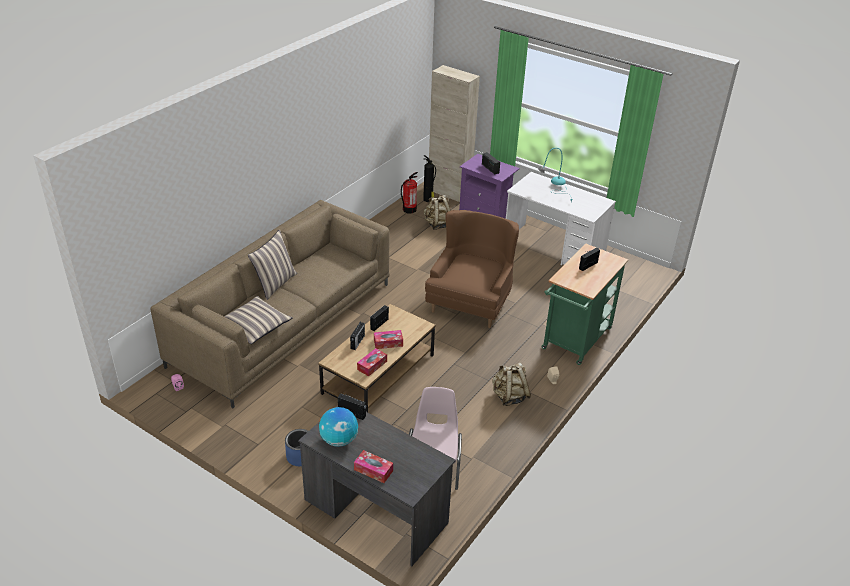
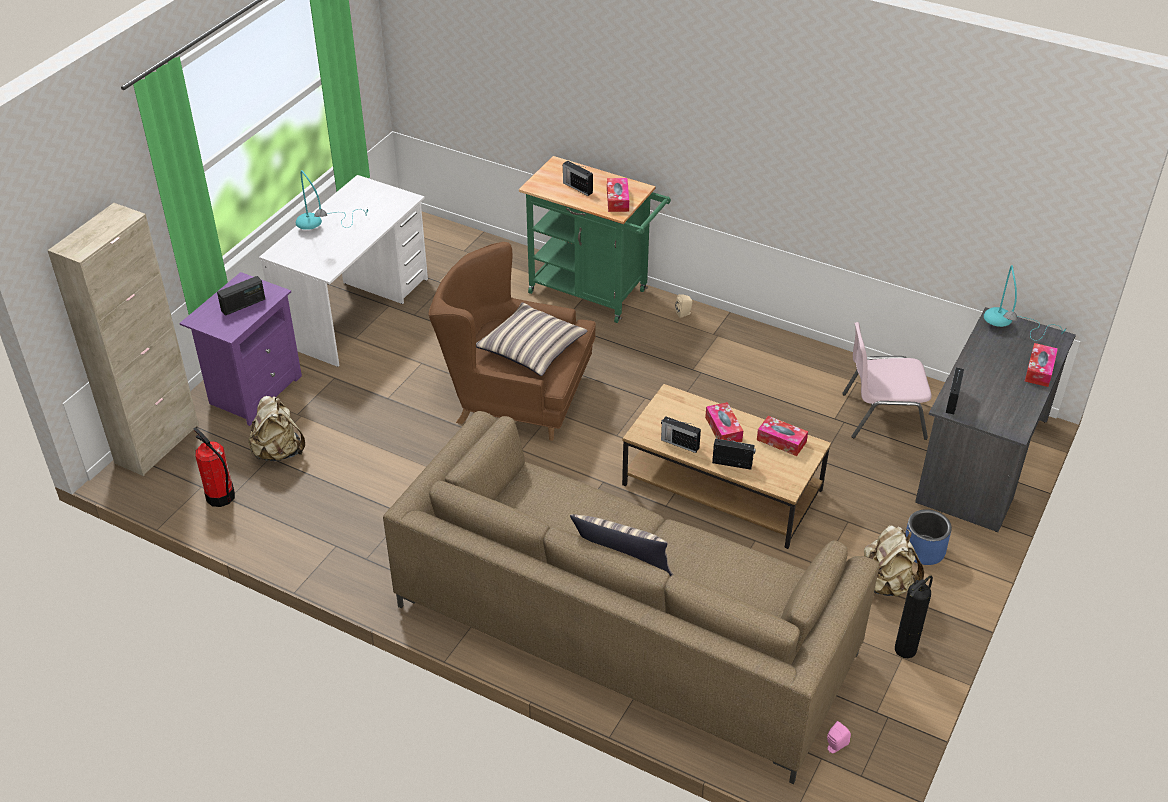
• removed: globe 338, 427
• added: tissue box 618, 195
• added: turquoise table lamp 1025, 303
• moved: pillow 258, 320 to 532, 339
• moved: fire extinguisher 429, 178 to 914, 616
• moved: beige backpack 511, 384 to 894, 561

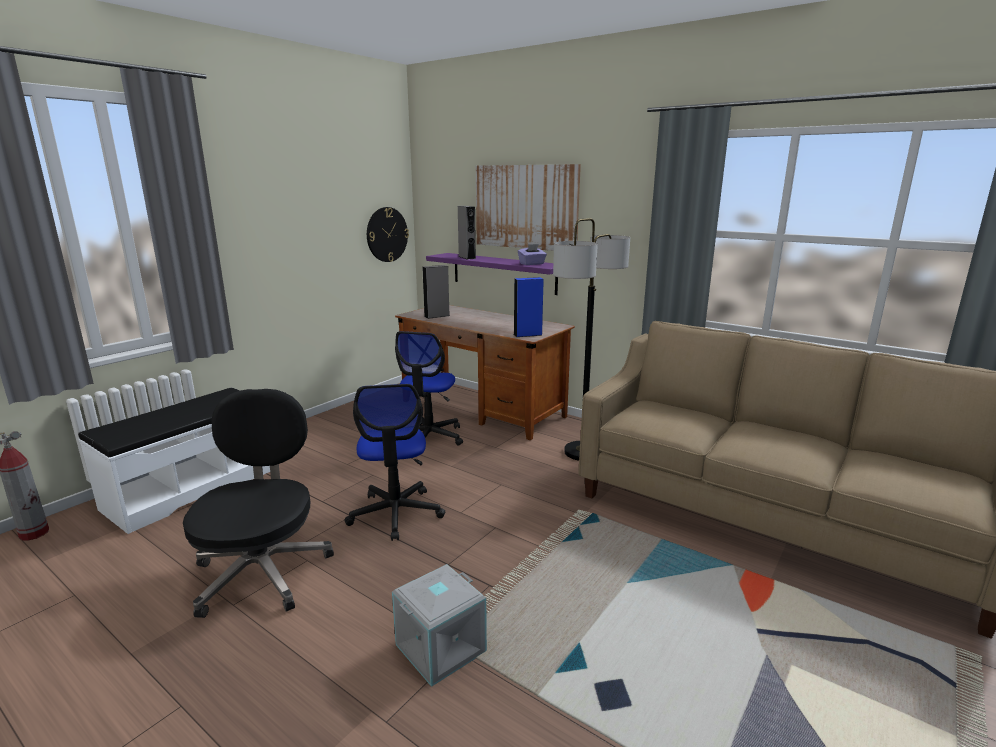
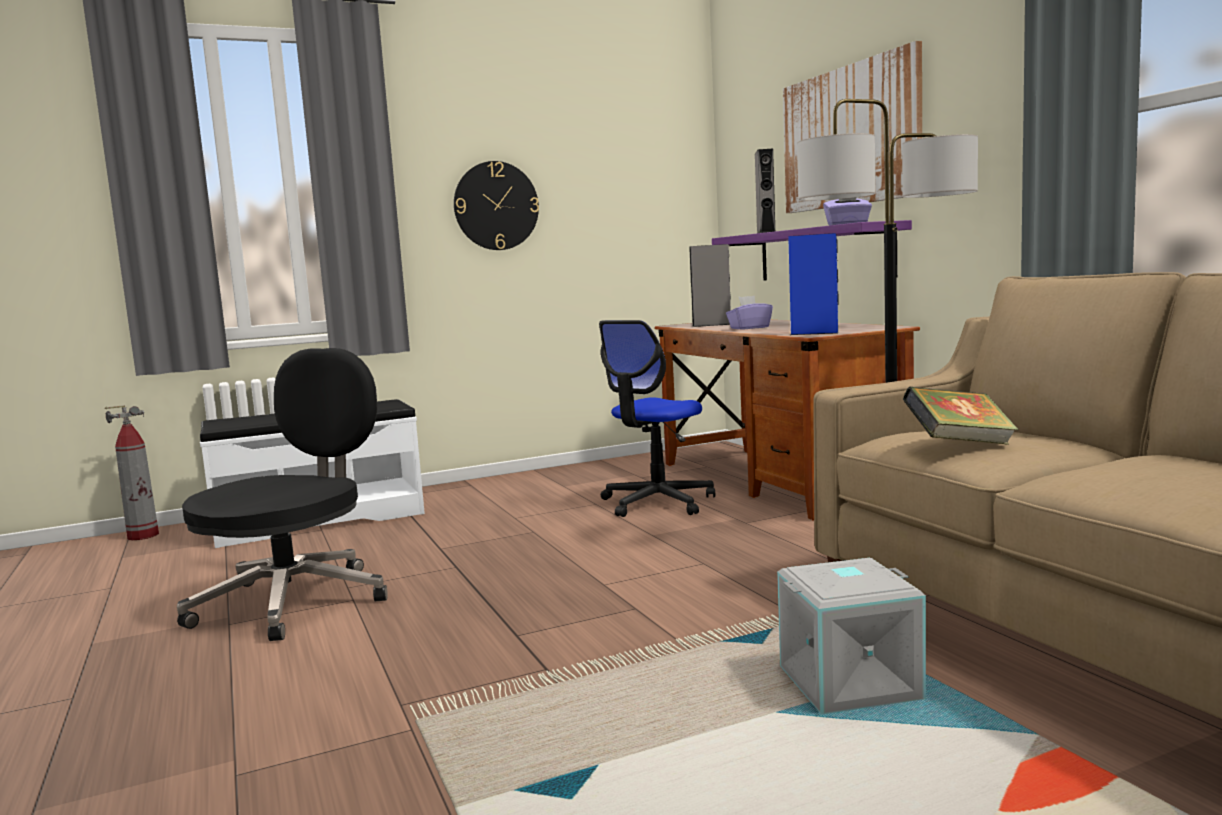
• removed: office chair 394, 462
• added: purple tissue box 749, 312
• added: book 960, 416
• moved: wall clock 388, 234 to 496, 205
• moved: grey storage box 439, 625 to 851, 636

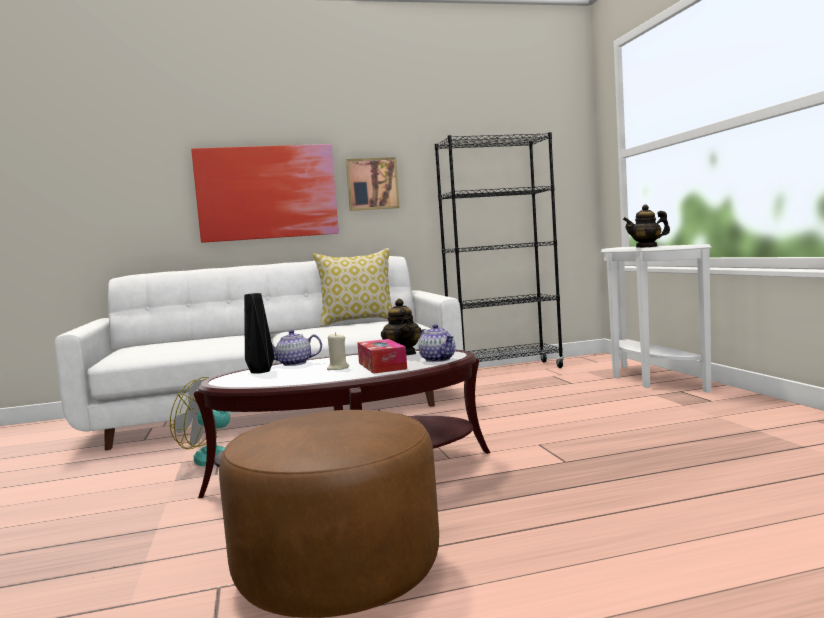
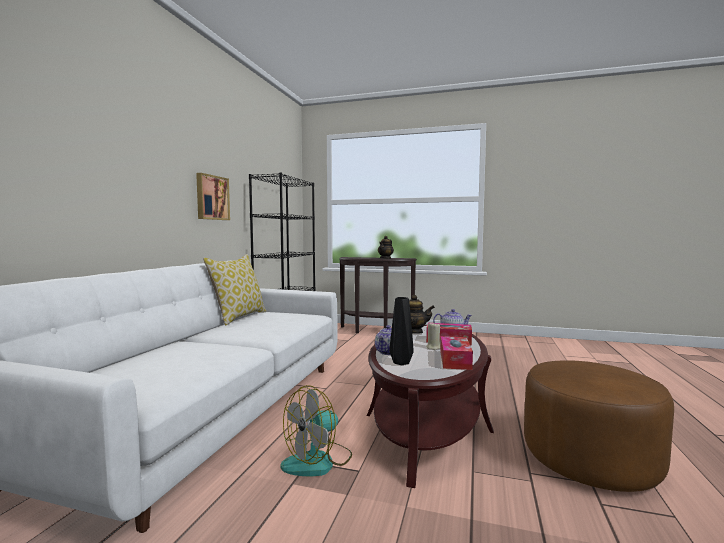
• removed: picture 265, 193
• added: tissue box 456, 353
• recoloured: white console table 656, 318 to brown console table 378, 295

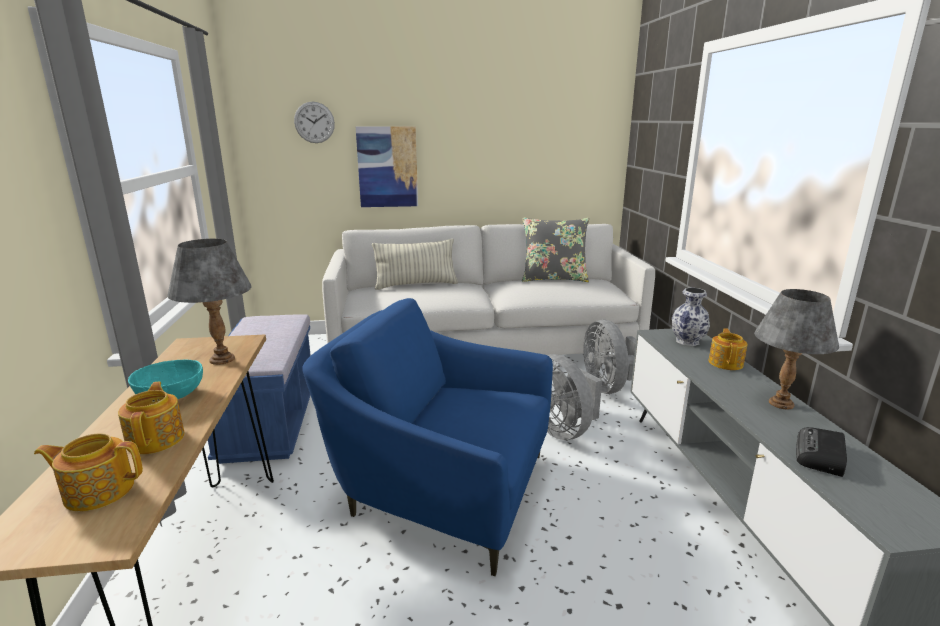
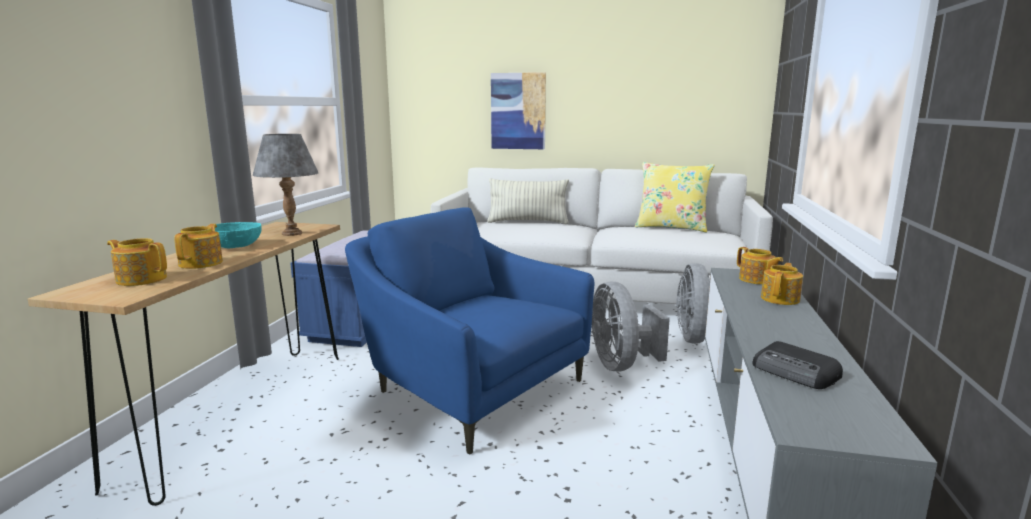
• removed: wall clock 314, 122
• removed: grey table lamp 796, 349
• replaced: vase 691, 317 to teapot 760, 265
• recoloured: grey pillow 555, 250 to yellow pillow 674, 197
• turned: radio 821, 452 = 797, 365 90 degrees counterclockwise

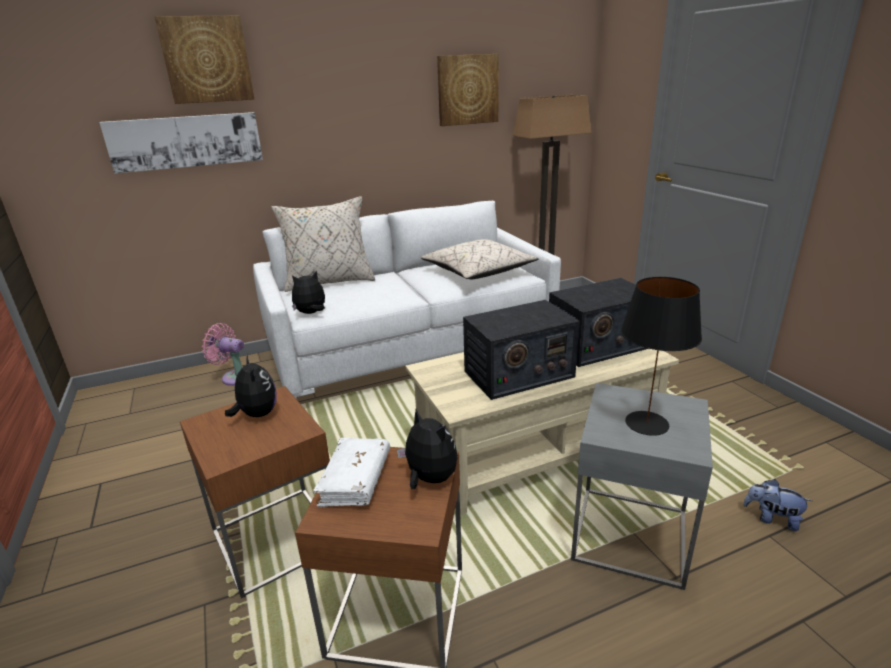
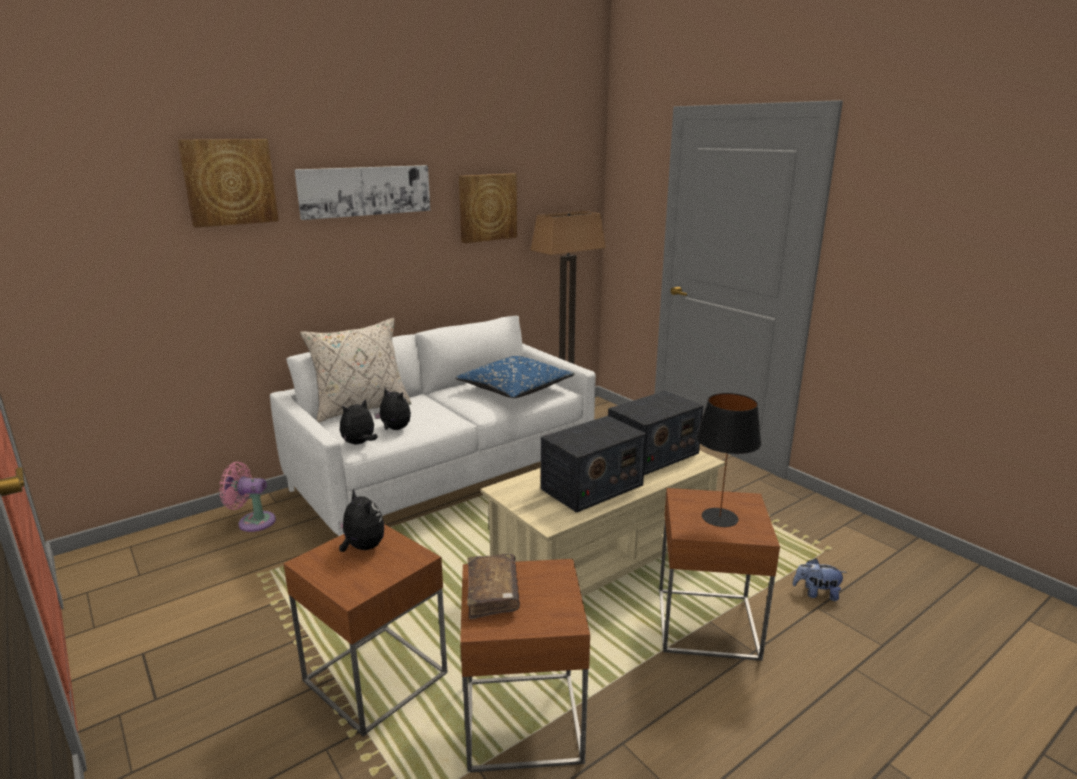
• moved: picture 181, 143 to 362, 192
• moved: plush toy 427, 449 to 392, 409
• recoloured: white book 351, 472 to brown book 493, 586
• recoloured: beige pillow 480, 259 to blue pillow 515, 377
• recoloured: grey side table 642, 486 to brown side table 719, 574

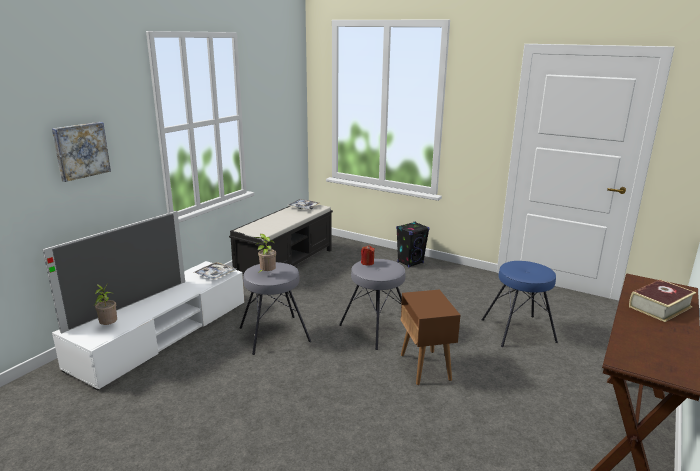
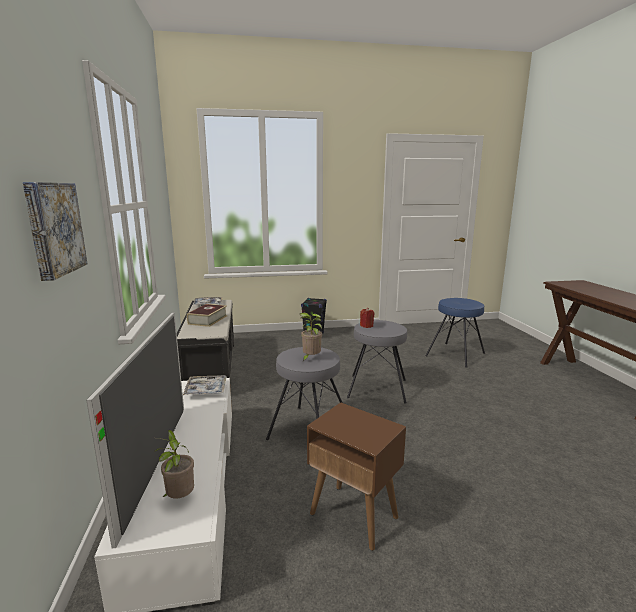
• moved: brown side table 430, 337 to 356, 476
• moved: book 662, 300 to 207, 315

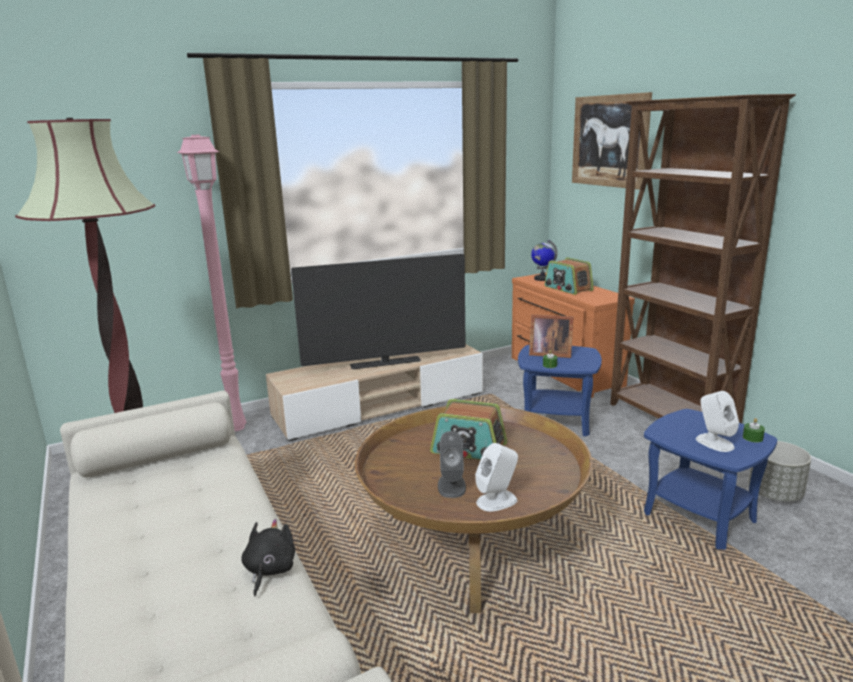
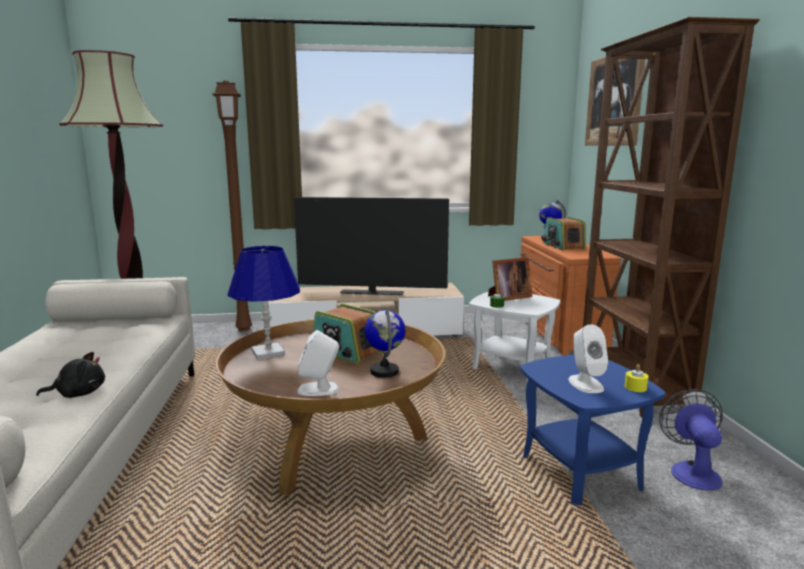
• removed: grey speaker 452, 464
• added: blue table lamp 264, 303
• added: globe 385, 343
• replaced: grey planter 780, 471 to fan 691, 440
• recoloured: pink floor lamp 211, 283 to brown floor lamp 232, 206
• recoloured: blue side table 560, 391 to white side table 514, 337
• recoloured: green candle 754, 430 to yellow candle 637, 378
• turned: black plush toy 268, 557 = 70, 375 45 degrees clockwise
• turned: picture frame 551, 336 = 510, 279 60 degrees counterclockwise

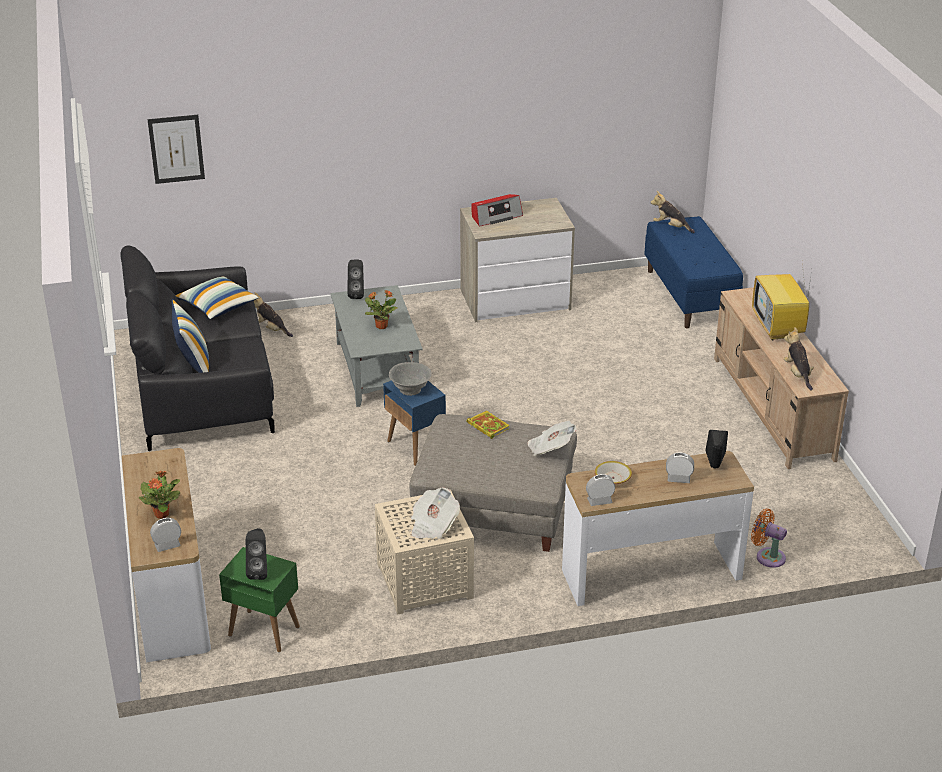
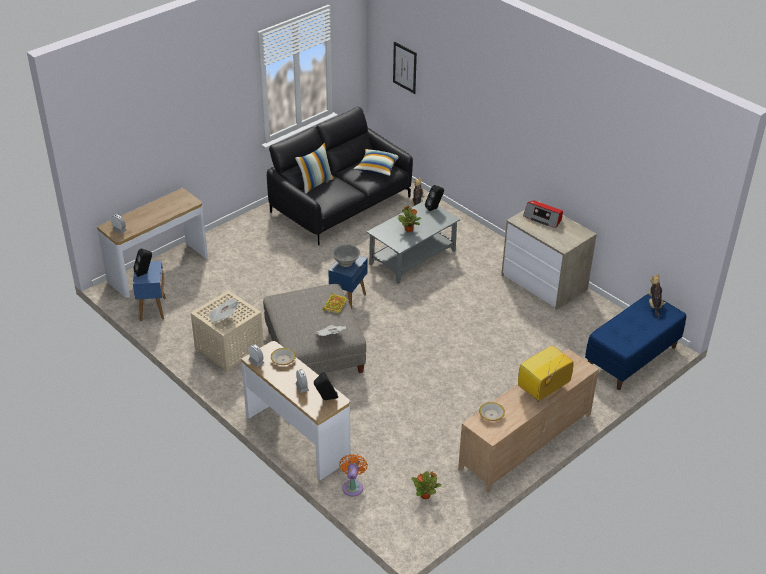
• moved: potted plant 159, 495 to 426, 485
• replaced: plush toy 799, 358 to bowl 492, 411
• recoloured: green side table 259, 599 to blue side table 149, 291

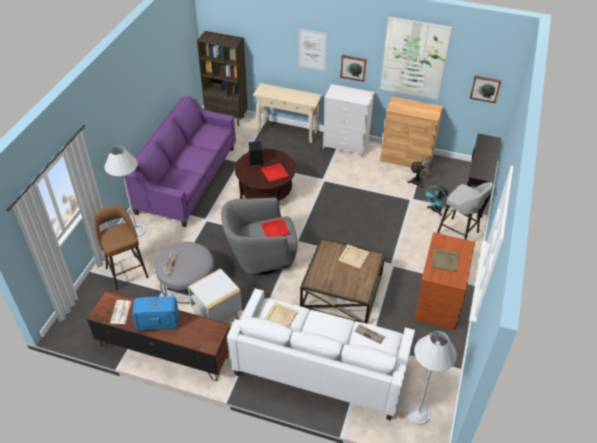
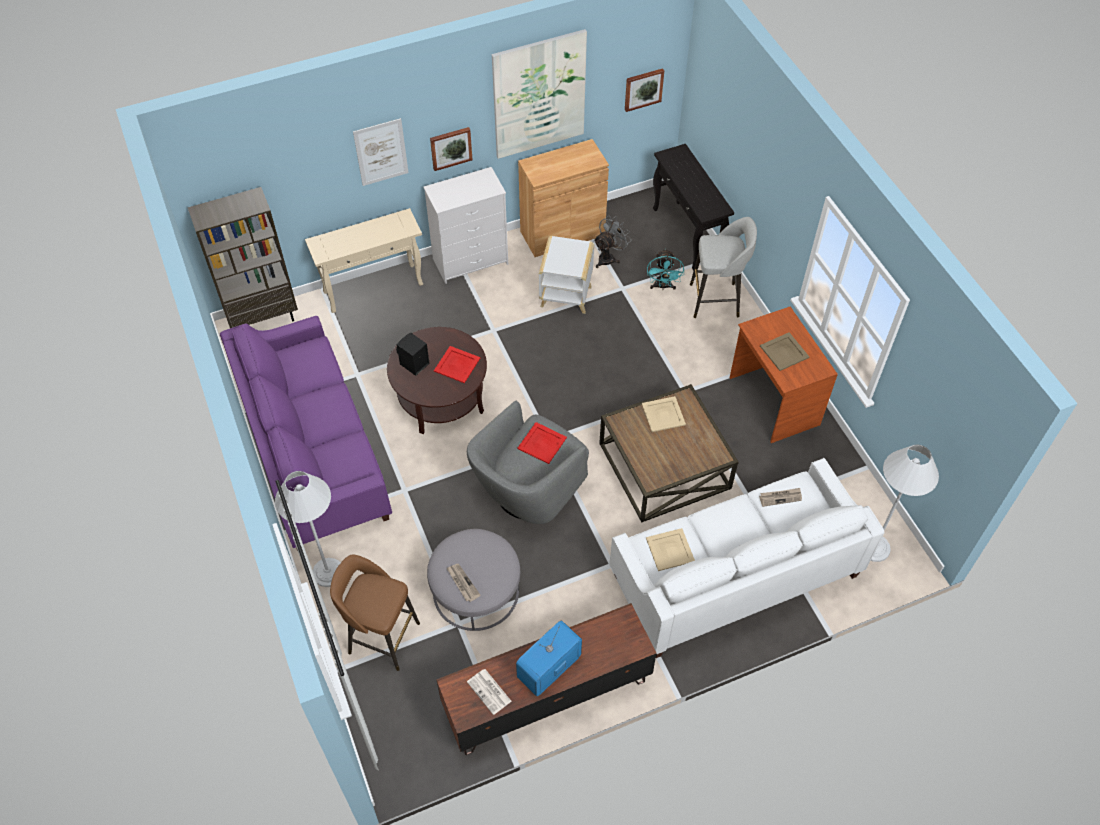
• moved: white side table 215, 295 to 566, 275

